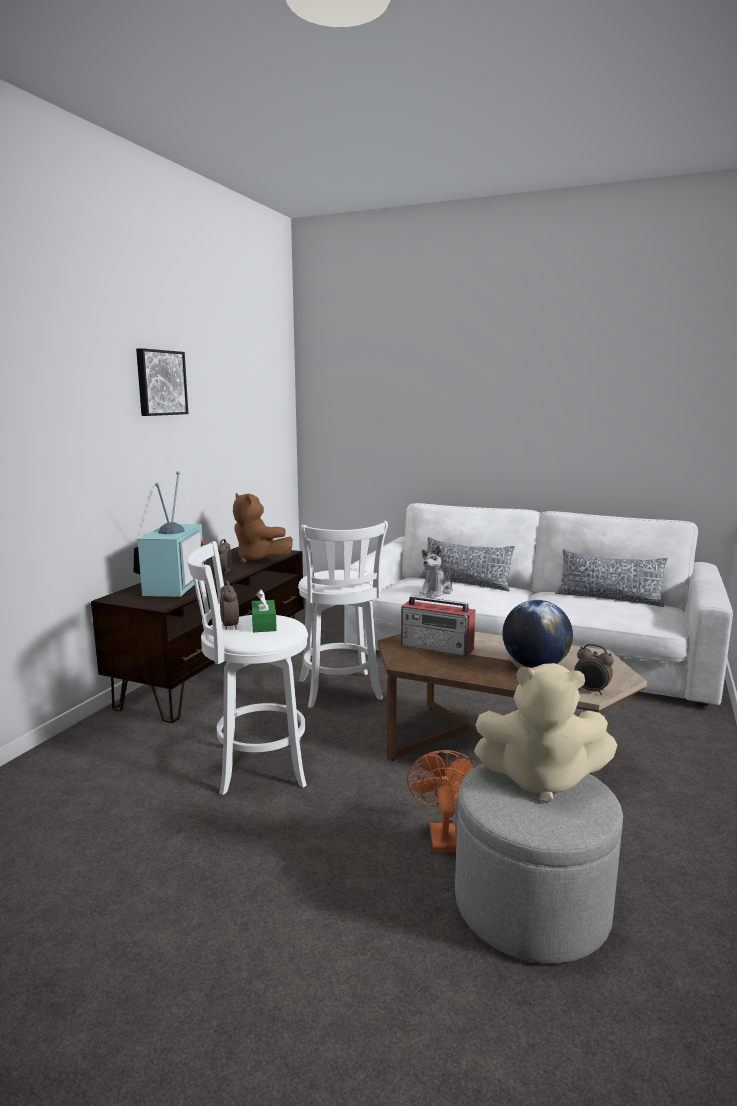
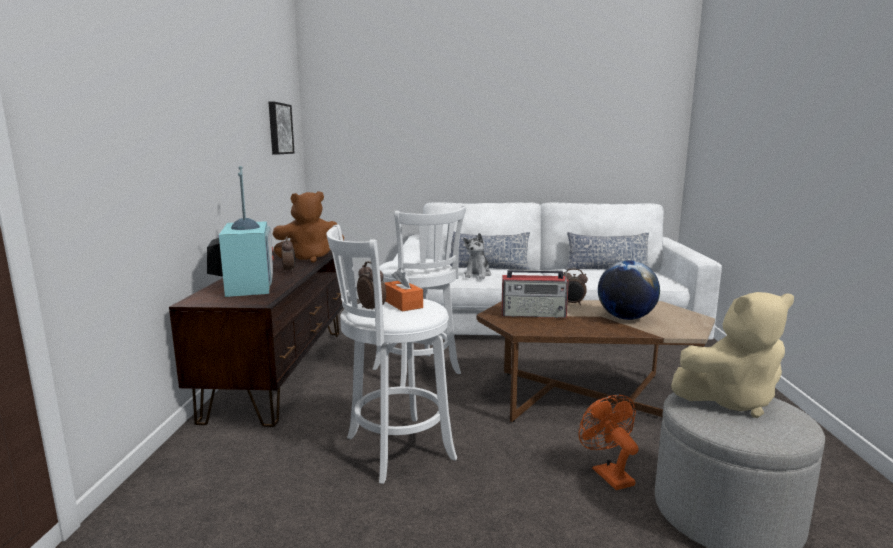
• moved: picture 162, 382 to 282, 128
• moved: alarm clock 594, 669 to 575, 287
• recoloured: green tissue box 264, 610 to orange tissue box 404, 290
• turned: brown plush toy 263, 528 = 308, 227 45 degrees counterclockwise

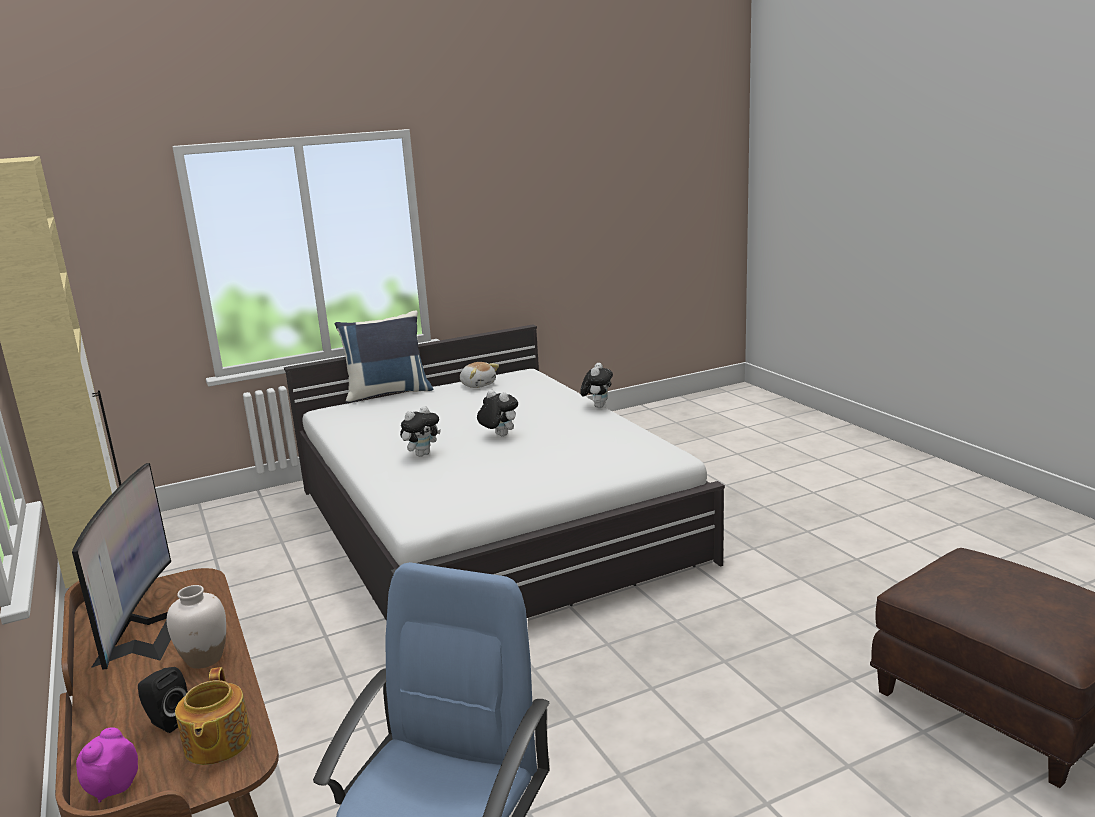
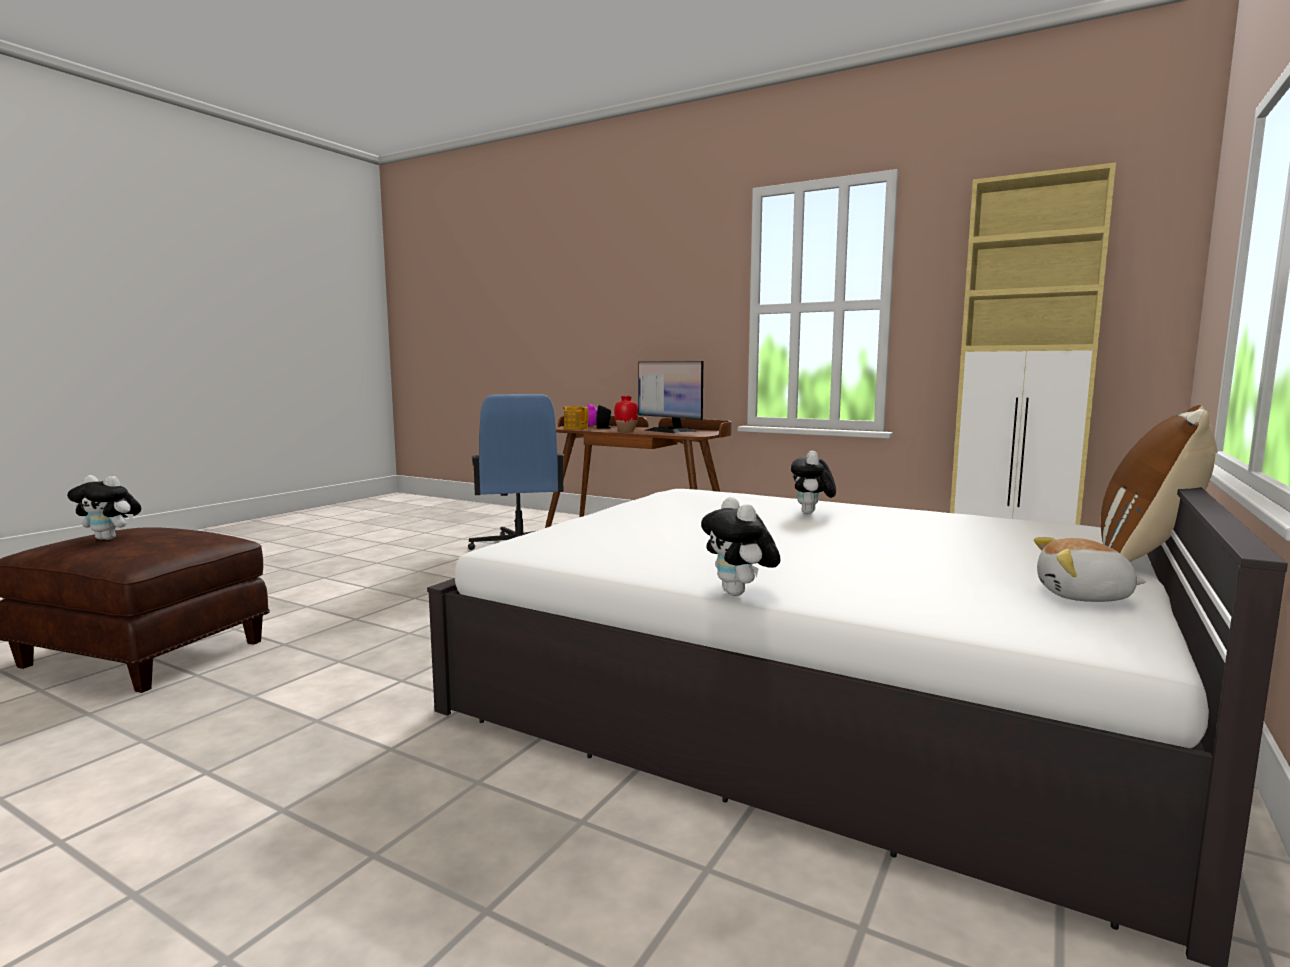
• moved: plush toy 497, 413 to 104, 507
• recoloured: white vase 196, 627 to red vase 626, 414
• recoloured: blue pillow 384, 357 to brown pillow 1159, 483

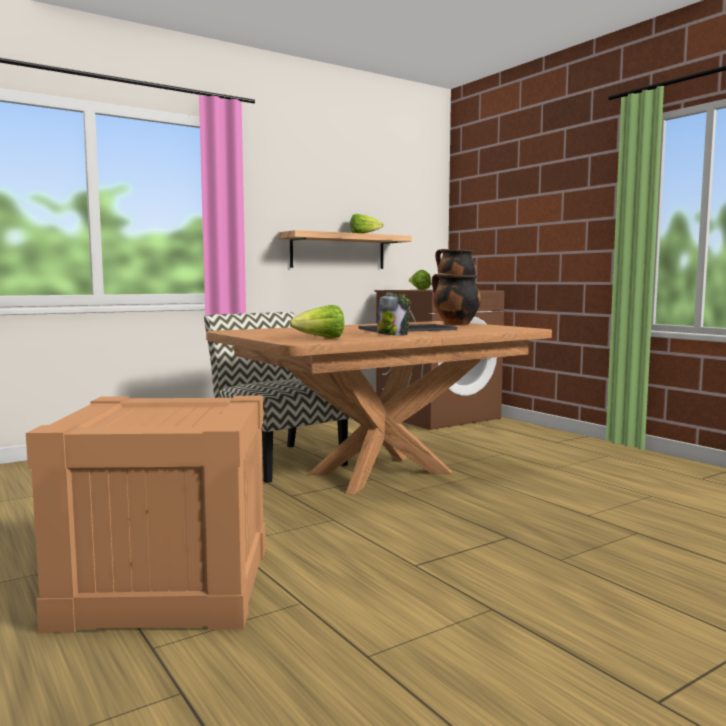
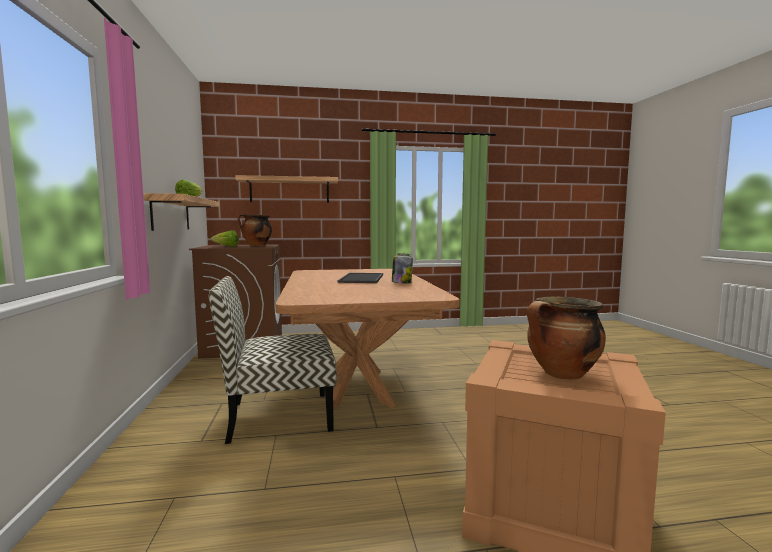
• removed: lettuce 317, 321
• added: shelf 286, 189
• moved: cooking pot 456, 299 to 566, 338

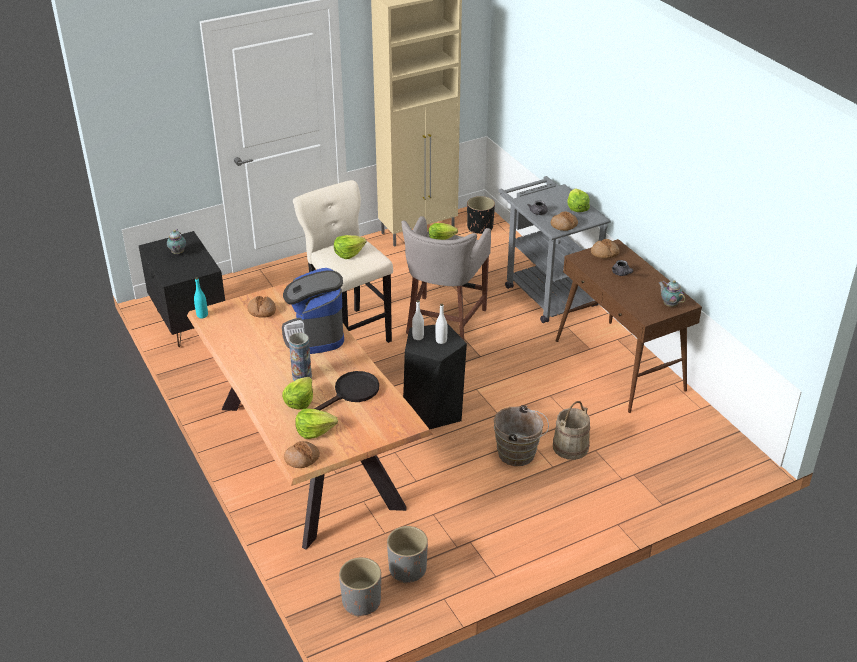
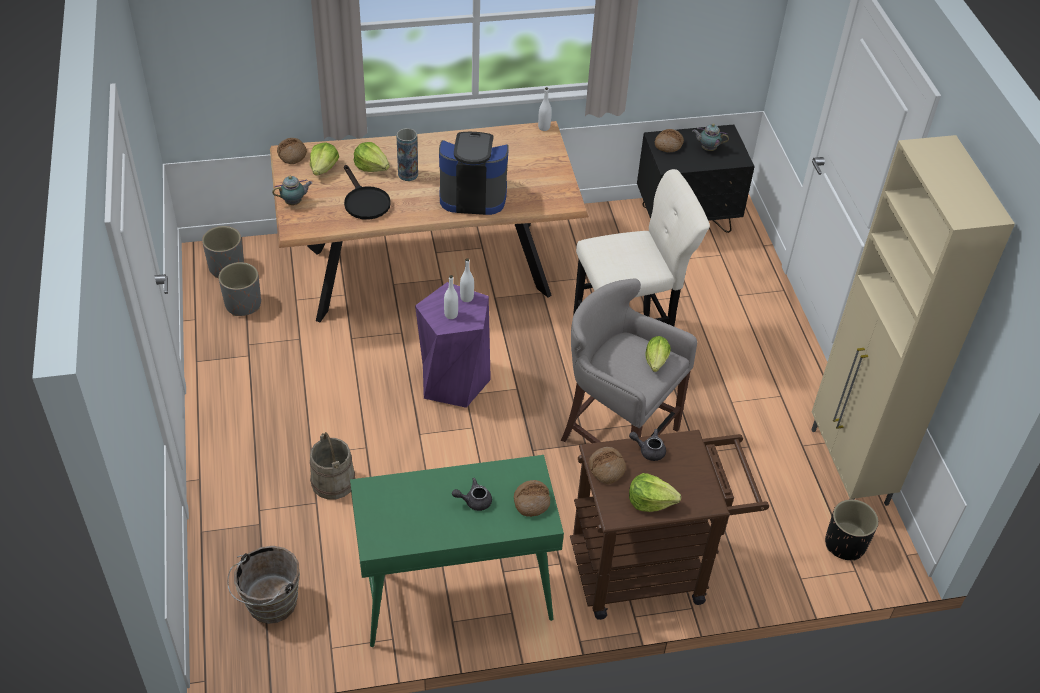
• removed: lettuce 350, 247
• moved: bread 261, 307 to 669, 140
• moved: brown bucket 521, 435 to 263, 585
• moved: teapot 672, 293 to 292, 190
• recoloured: turquoise bottle 201, 297 to white bottle 545, 109
• recoloured: black stool 435, 376 to purple stool 453, 345
• recoloured: grey cart 554, 249 to brown cart 669, 525
• recoloured: brown console table 629, 326 to green console table 457, 551

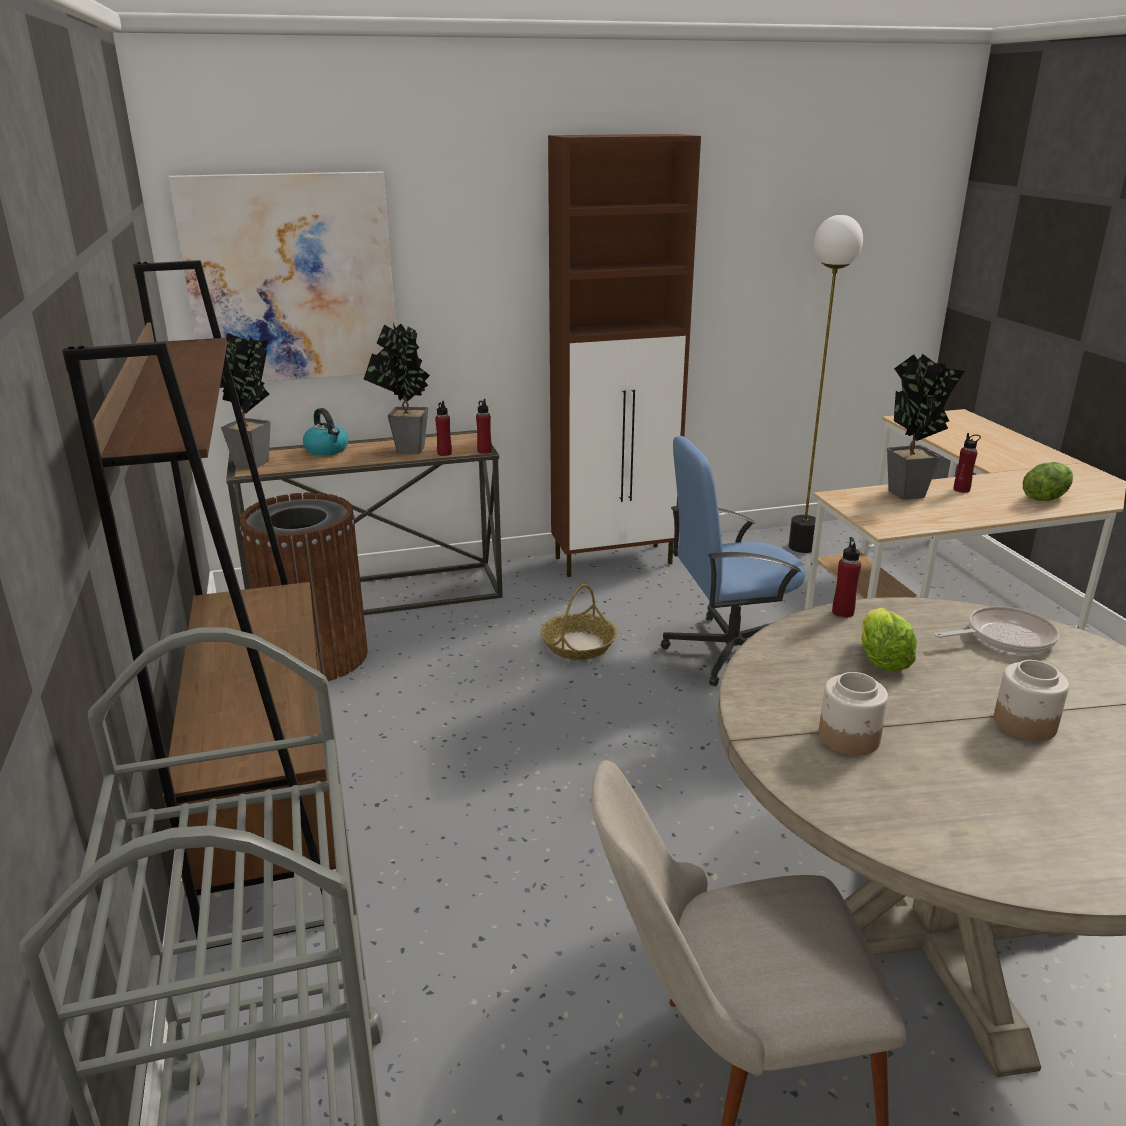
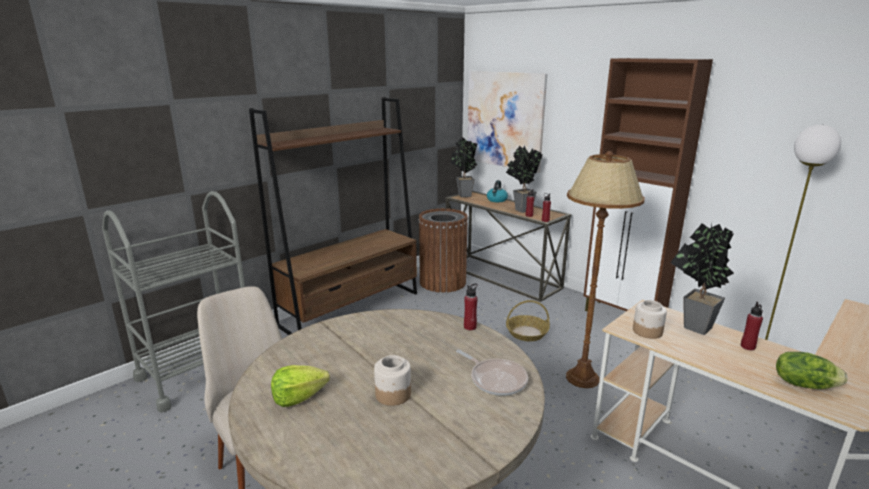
• moved: jar 853, 713 to 650, 319
• moved: lettuce 889, 639 to 300, 386
• replaced: blue office chair 733, 561 to brown floor lamp 605, 269

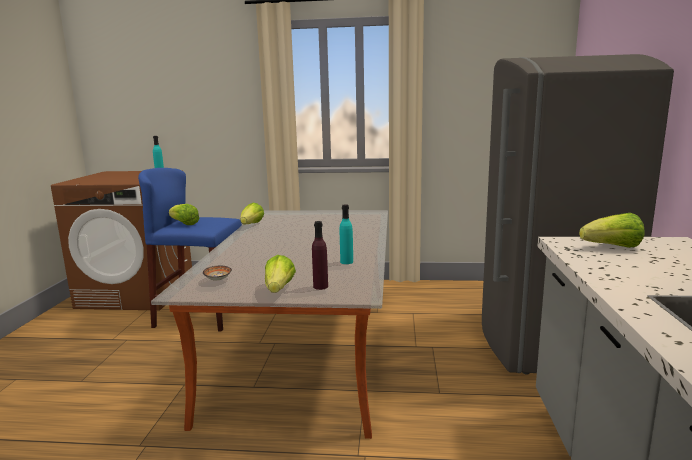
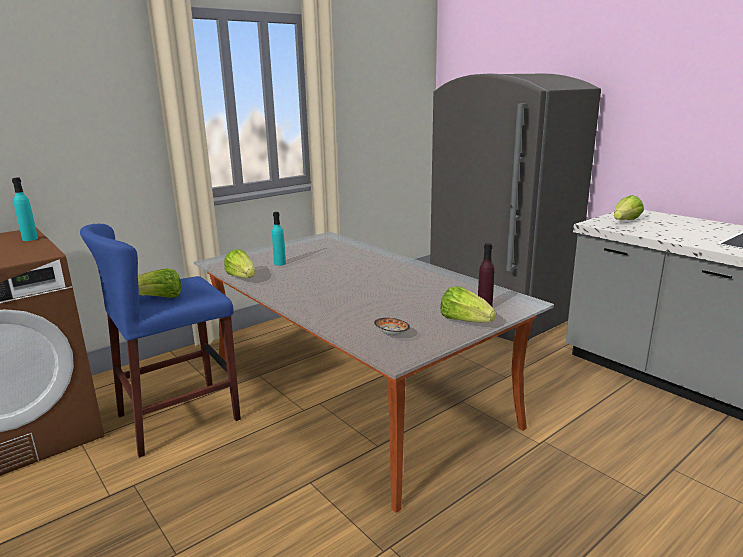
• moved: turquoise bottle 346, 234 to 279, 239

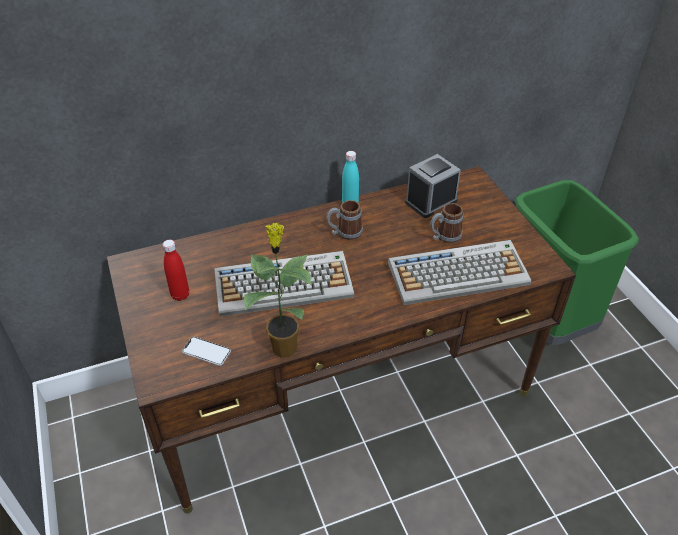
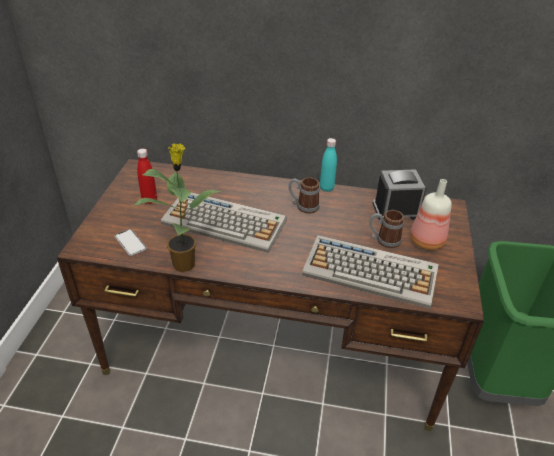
• added: bottle 431, 214

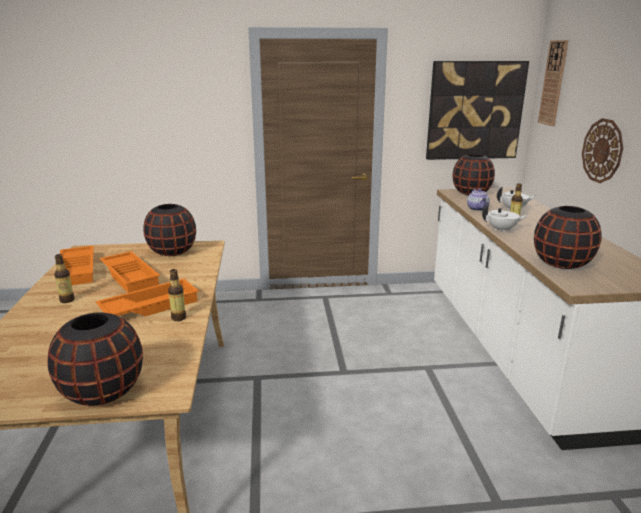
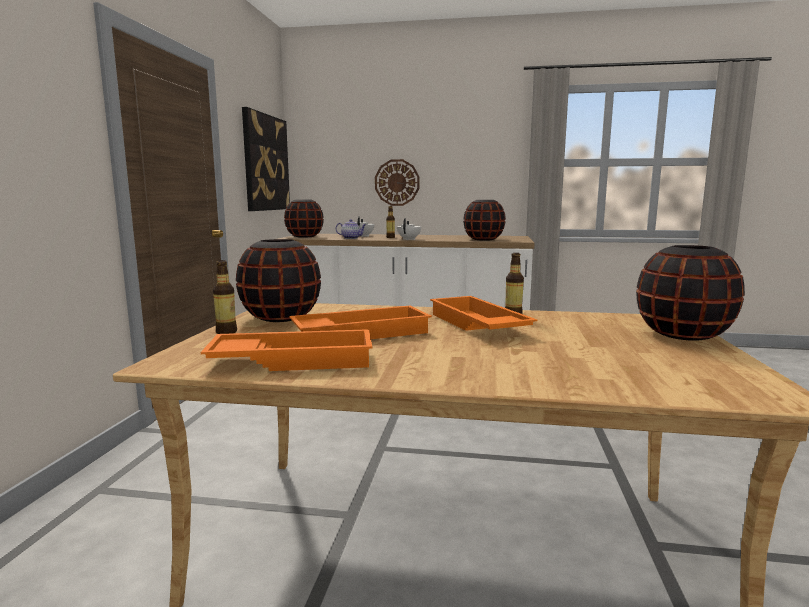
• removed: wall clock 553, 83
• moved: bottle 64, 278 to 225, 297

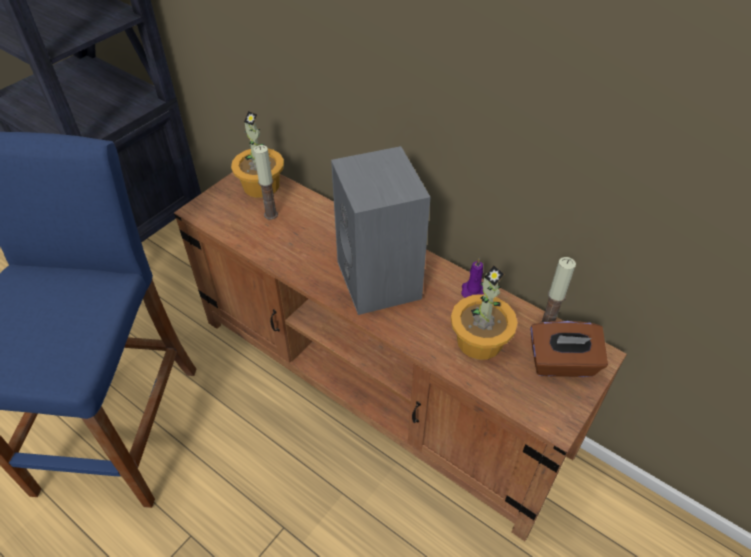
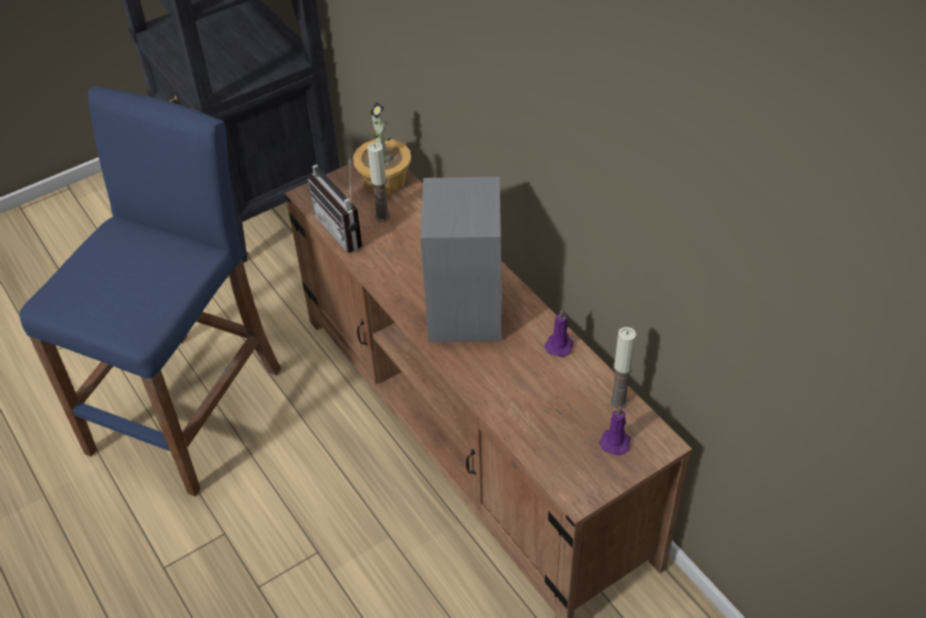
• removed: potted plant 484, 313
• added: radio 335, 203
• replaced: brown tissue box 569, 349 to purple candle 614, 431

